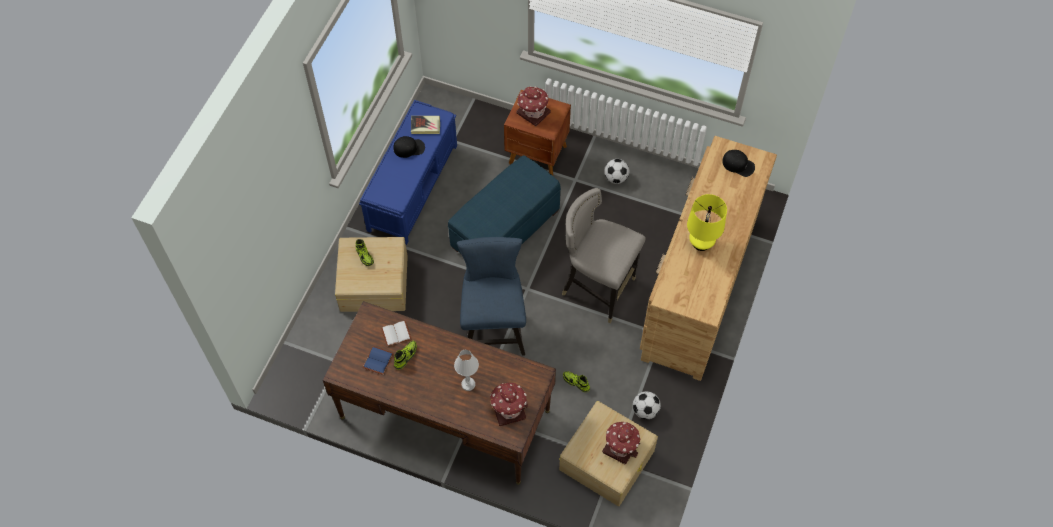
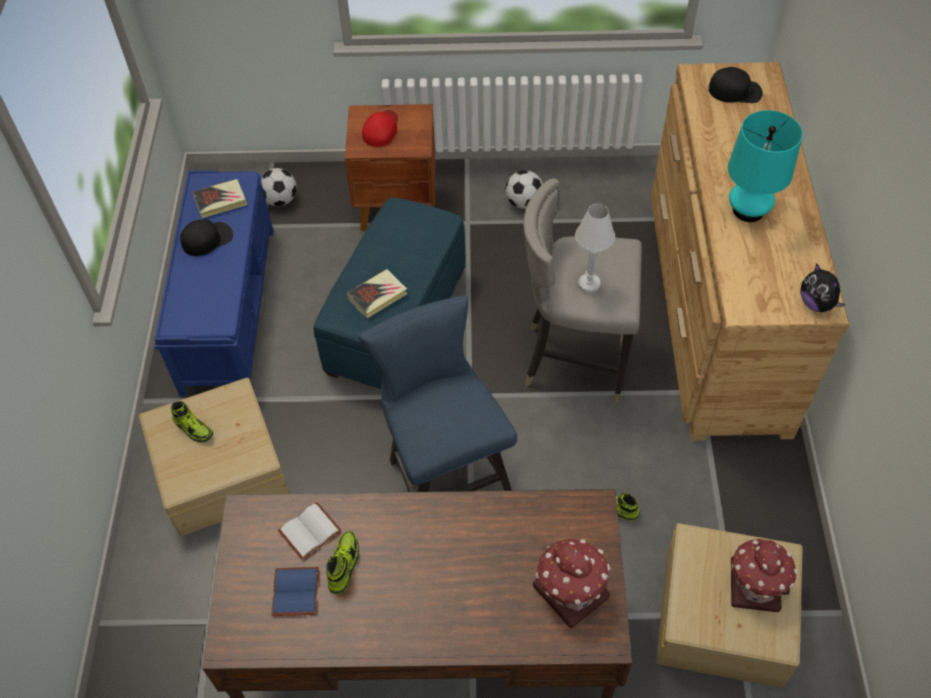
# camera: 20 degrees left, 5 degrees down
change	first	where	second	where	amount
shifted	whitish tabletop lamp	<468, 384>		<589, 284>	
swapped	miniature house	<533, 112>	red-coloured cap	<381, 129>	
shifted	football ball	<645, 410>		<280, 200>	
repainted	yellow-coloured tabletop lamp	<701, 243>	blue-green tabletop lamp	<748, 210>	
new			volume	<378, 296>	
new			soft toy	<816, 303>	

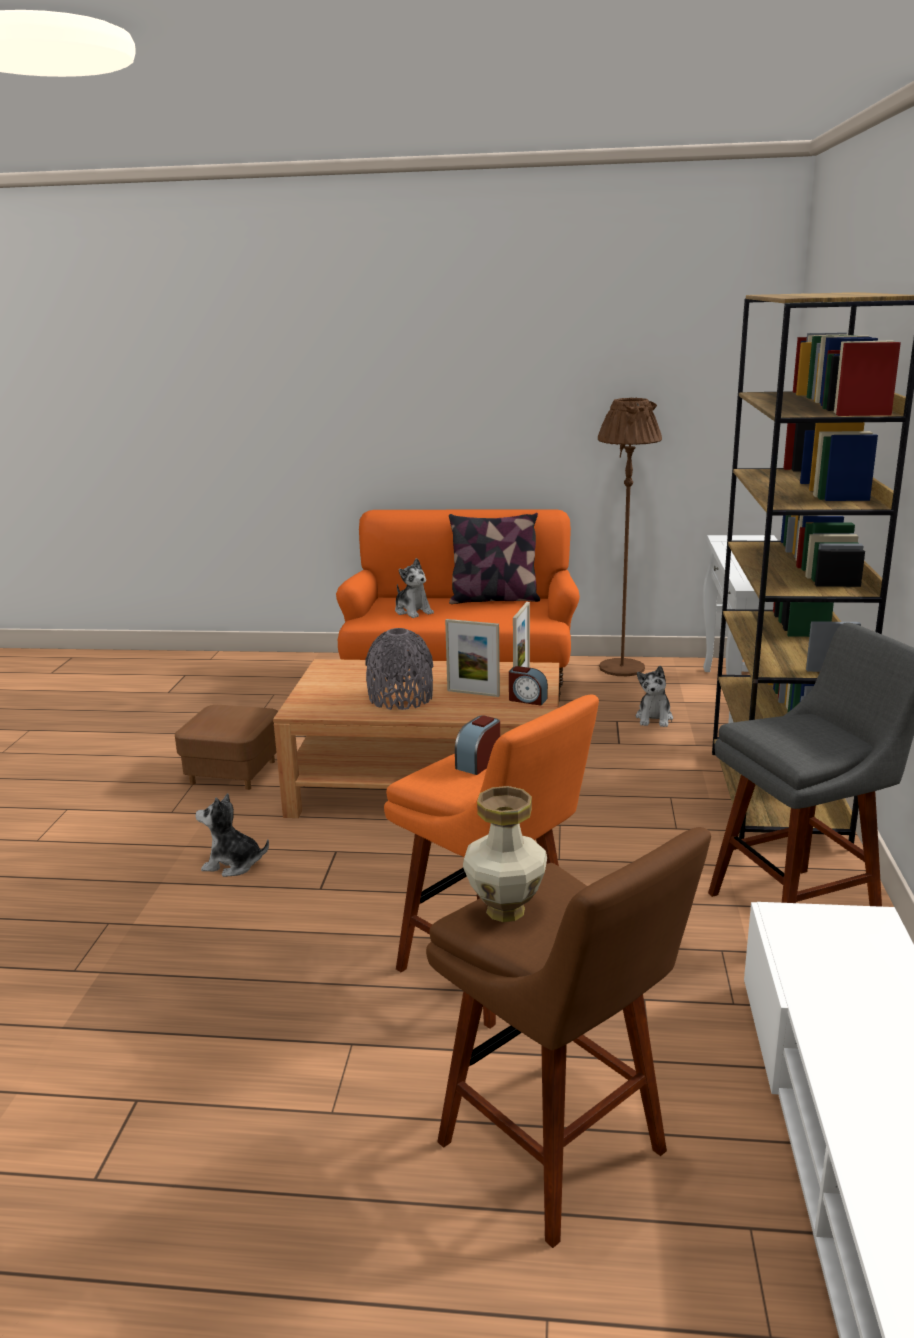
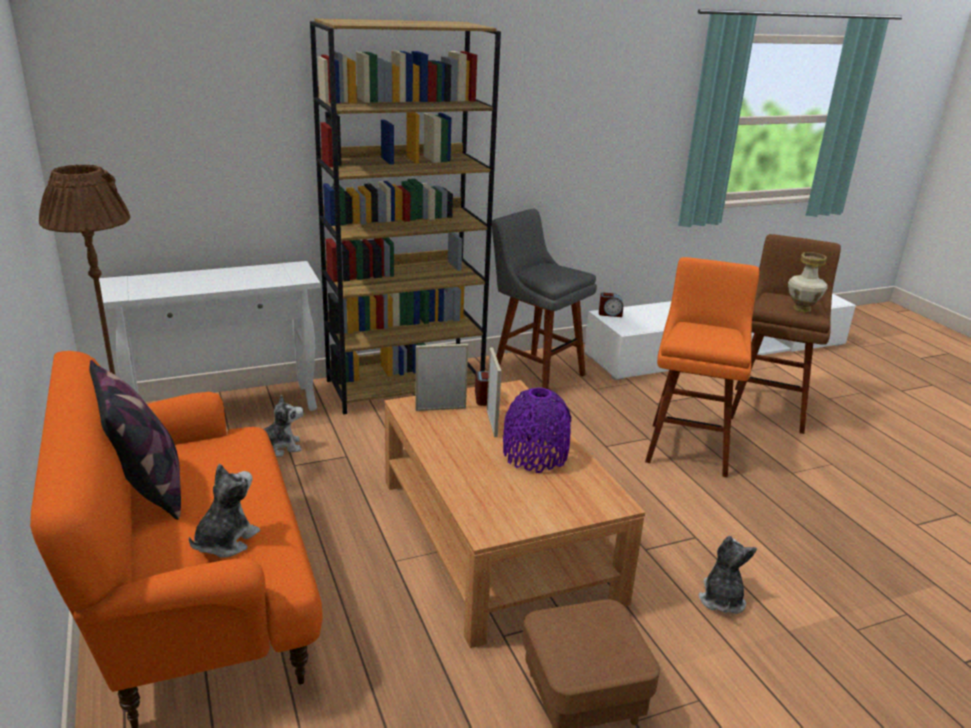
# camera: 120 degrees left, 5 degrees up
change	first	where	second	where	amount
rotated	soft toy	<233, 864>		<721, 599>	150 degrees counterclockwise
repainted	gray decorative vase	<400, 698>	purplish decorative vase	<535, 455>	
shifted	alarm clock	<478, 762>		<610, 314>	

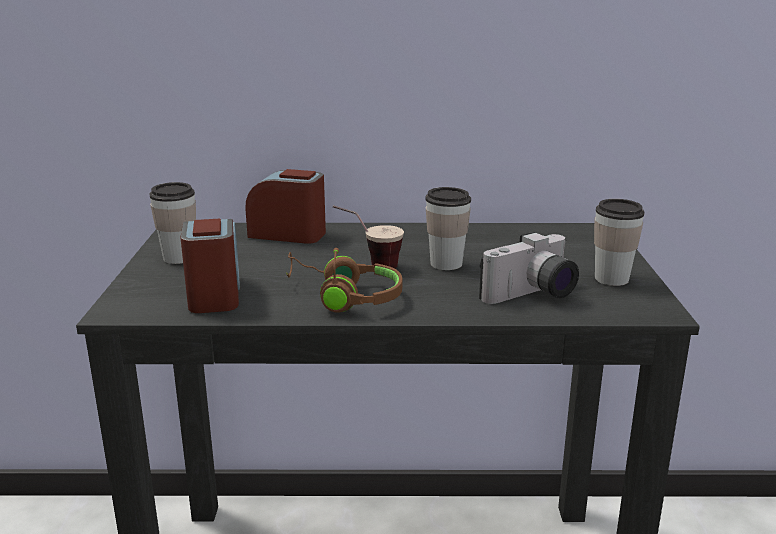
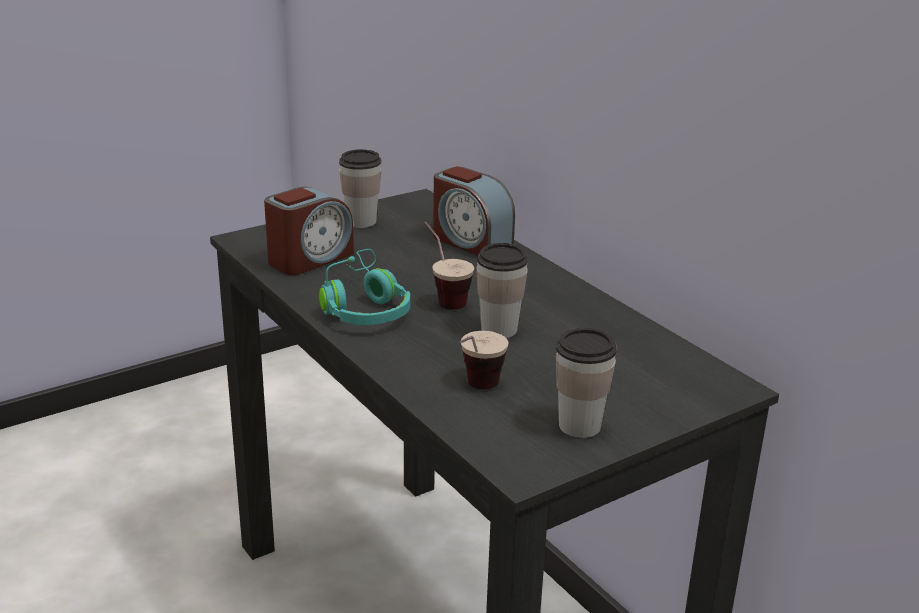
# camera: 55 degrees right, 5 degrees up
change	first	where	second	where	amount
rotated	alarm clock	<288, 234>		<470, 241>	150 degrees clockwise
repainted	brown pair of headphones	<343, 297>	blue-green pair of headphones	<364, 307>	
swapped	still camera	<532, 295>	drinking cup	<475, 391>	

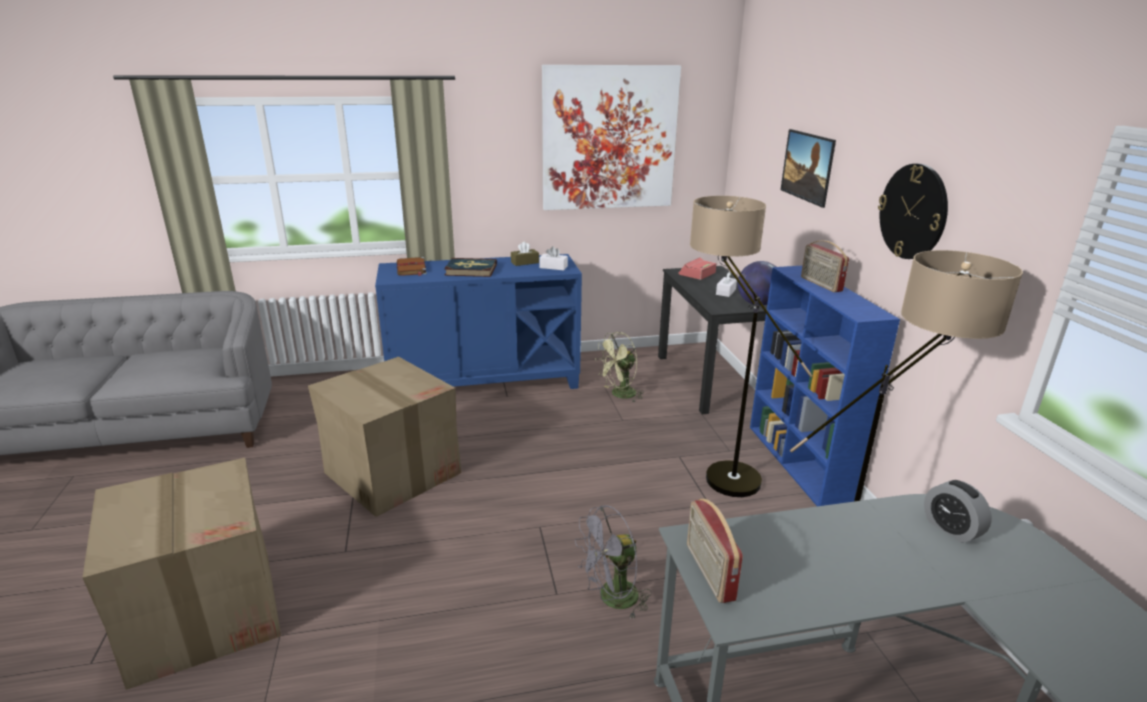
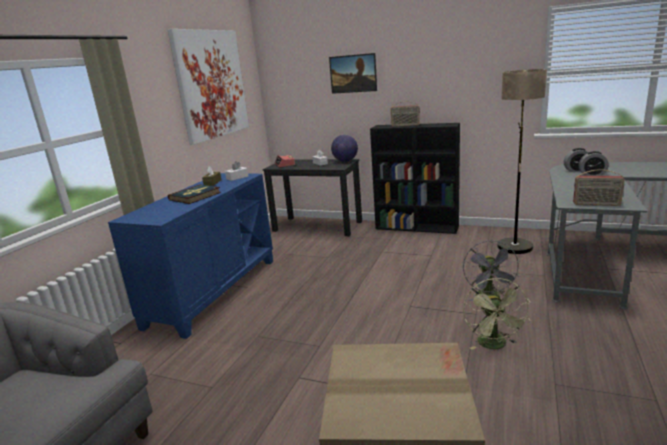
# camera: 55 degrees left, 5 degrees down
change	first	where	second	where	amount
gone	cardboard box	<392, 472>			
gone	brown volume	<411, 269>			
shifted	green cooling fan	<619, 395>		<495, 345>	
gone	floor lamp	<715, 470>			
repainted	blue-coloured shelving unit	<799, 463>	black shelving unit	<417, 227>	
gone	wall clock	<913, 211>			
new			alarm clock	<592, 174>	

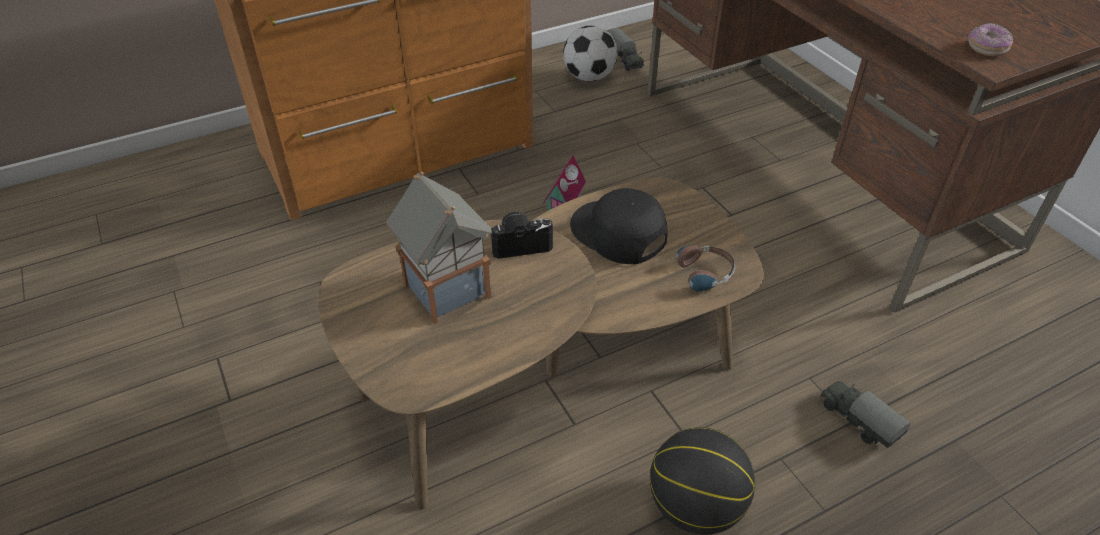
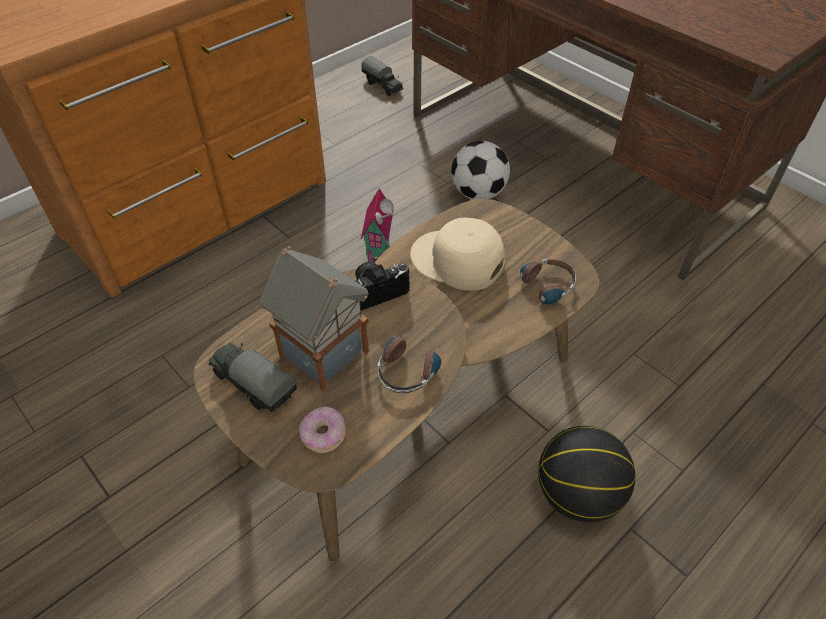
# camera: 15 degrees left, 5 degrees up
change	first	where	second	where	amount
shifted	football ball	<589, 77>		<478, 193>	
repainted	black cap	<617, 233>	beige cap	<457, 261>	
shifted	model truck	<857, 421>		<253, 385>	
shifted	donut	<986, 48>		<323, 435>	
new			pair of headphones	<411, 365>	

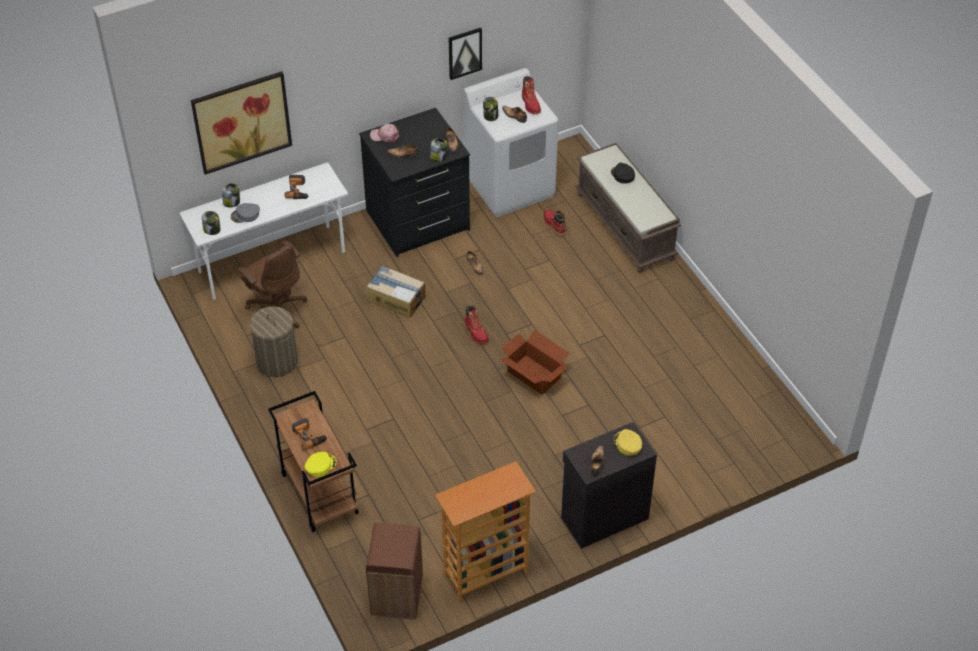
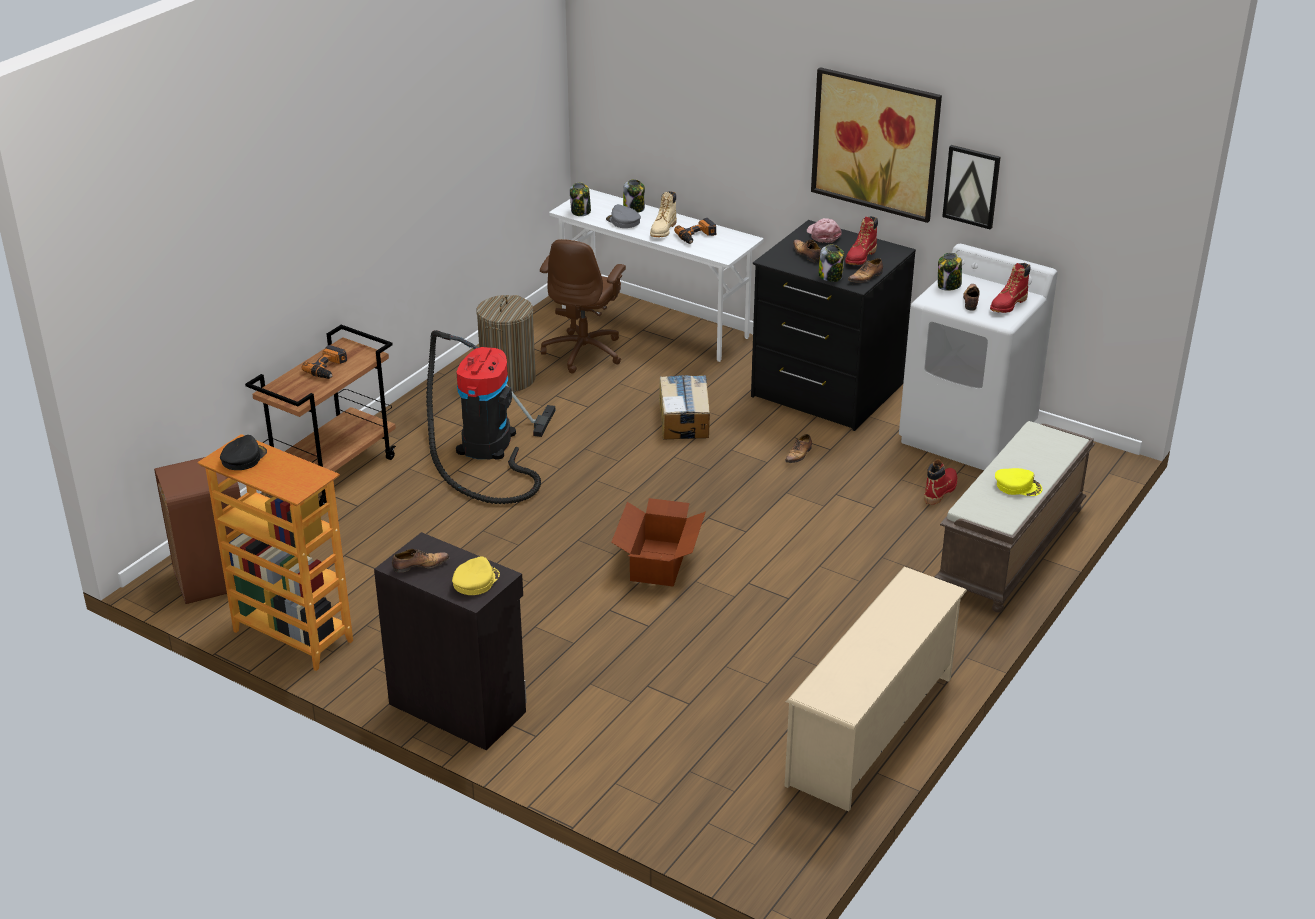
# camera: 60 degrees right, 15 degrees down
change	first	where	second	where	amount
shifted	wall picture	<241, 121>		<875, 143>	
shifted	yellow-coloured cap	<320, 465>		<1018, 486>	
shifted	red-coloured high-top boot	<476, 333>		<860, 257>	
shifted	black cap	<622, 175>		<243, 458>	
new			vacuum	<486, 448>	
new			beige high-top boot	<663, 230>	
new			beige shoe shelf	<873, 731>	

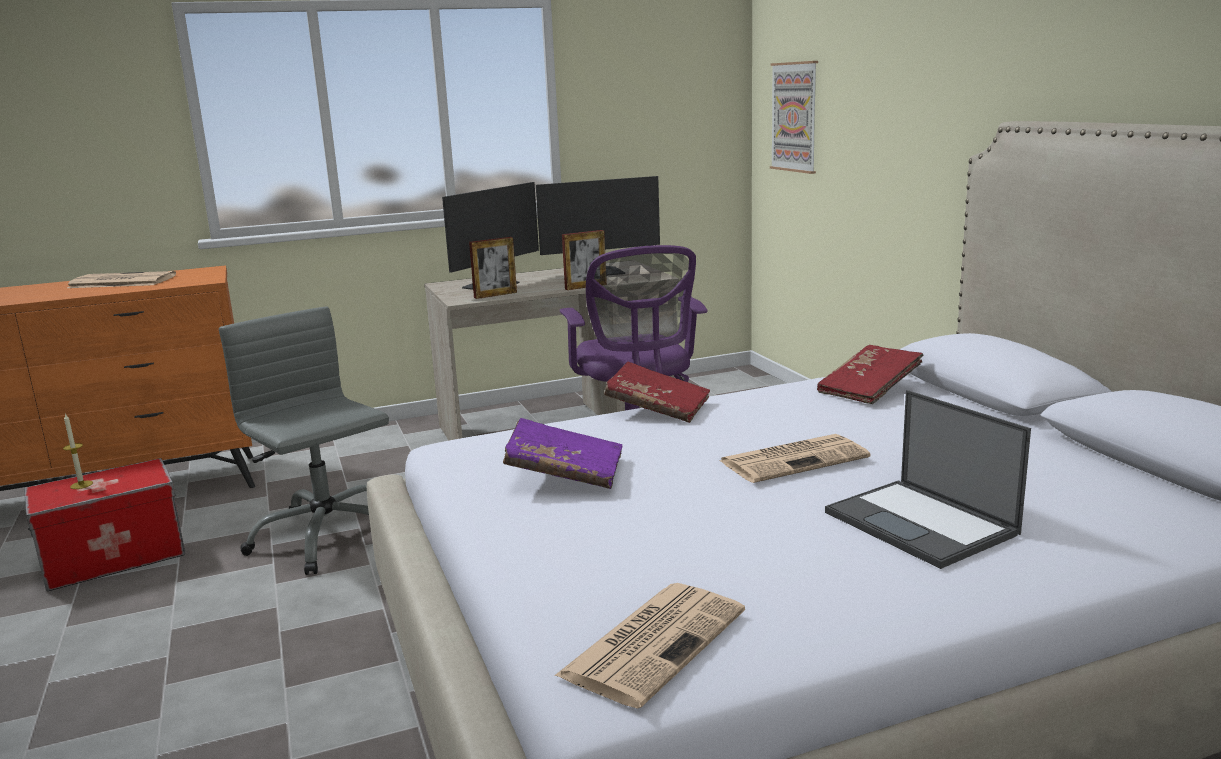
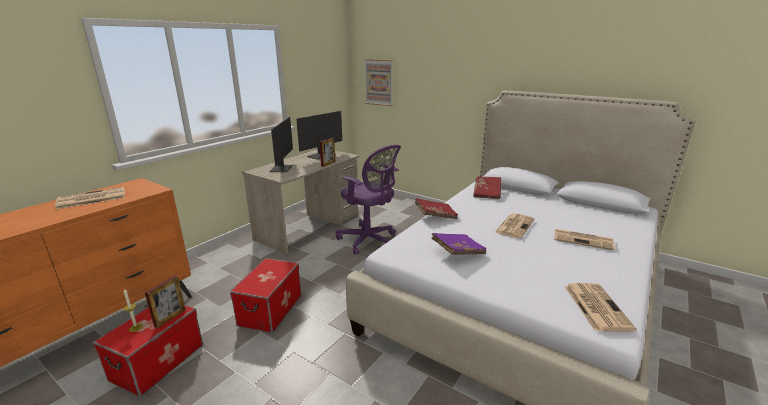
# camera: 35 degrees left, 5 degrees up
change	first	where	second	where	amount
swapped	gray desk chair	<326, 536>	storage box	<270, 309>	
shifted	photo frame	<495, 295>		<170, 318>	
swapped	notebook computer	<922, 523>	printed paper	<583, 240>	

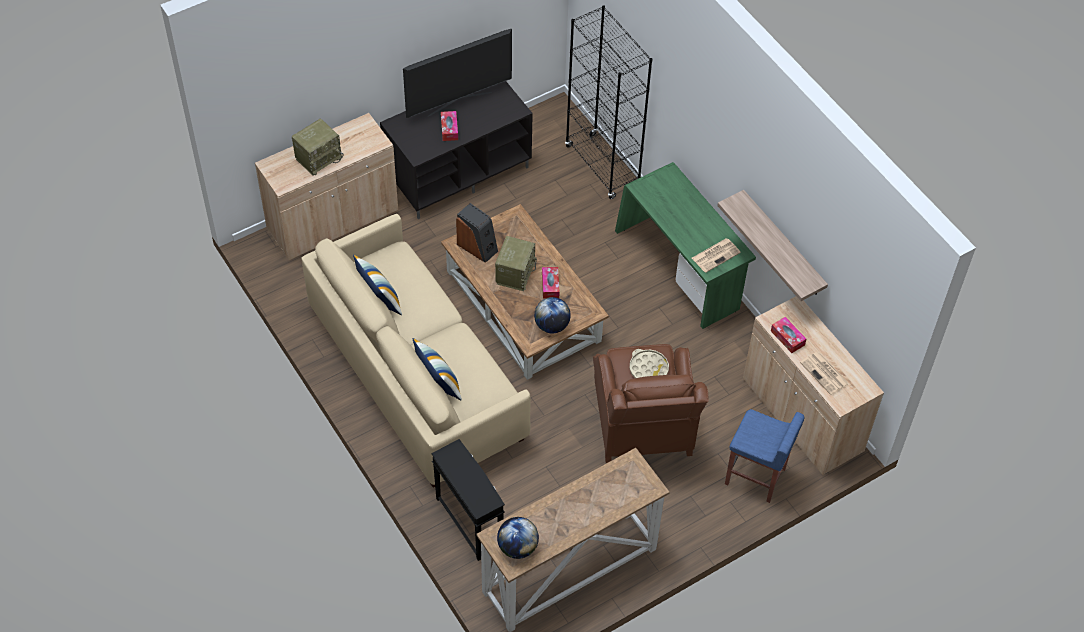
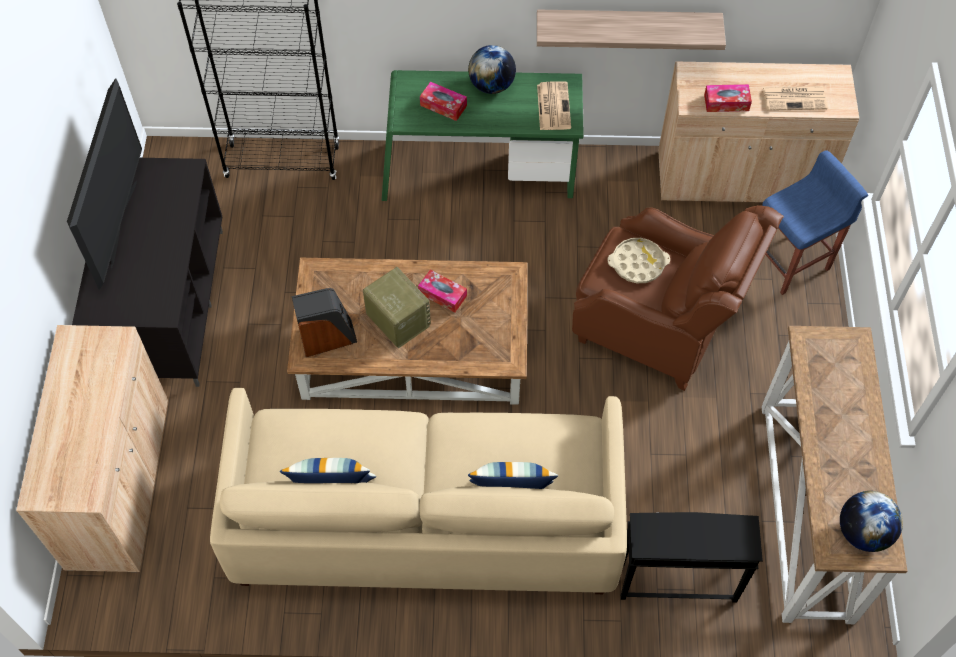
# camera: 55 degrees left, 5 degrees up
change	first	where	second	where	amount
gone	radio	<318, 158>			
shifted	tissue holder	<449, 129>		<443, 105>	
shifted	desk globe	<552, 325>		<491, 85>	

